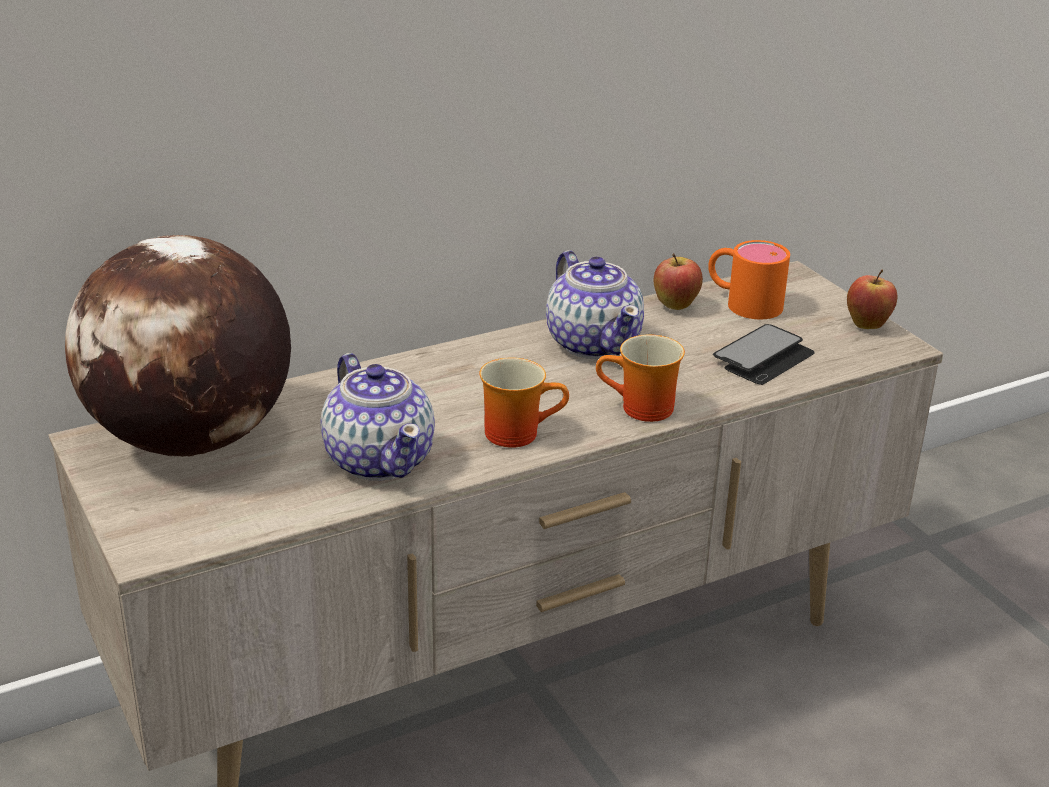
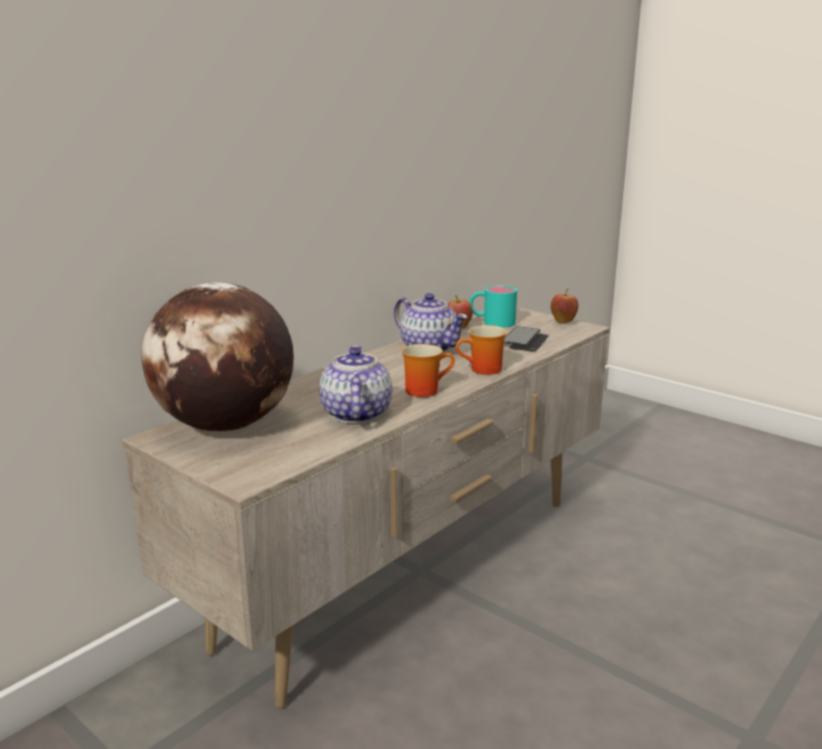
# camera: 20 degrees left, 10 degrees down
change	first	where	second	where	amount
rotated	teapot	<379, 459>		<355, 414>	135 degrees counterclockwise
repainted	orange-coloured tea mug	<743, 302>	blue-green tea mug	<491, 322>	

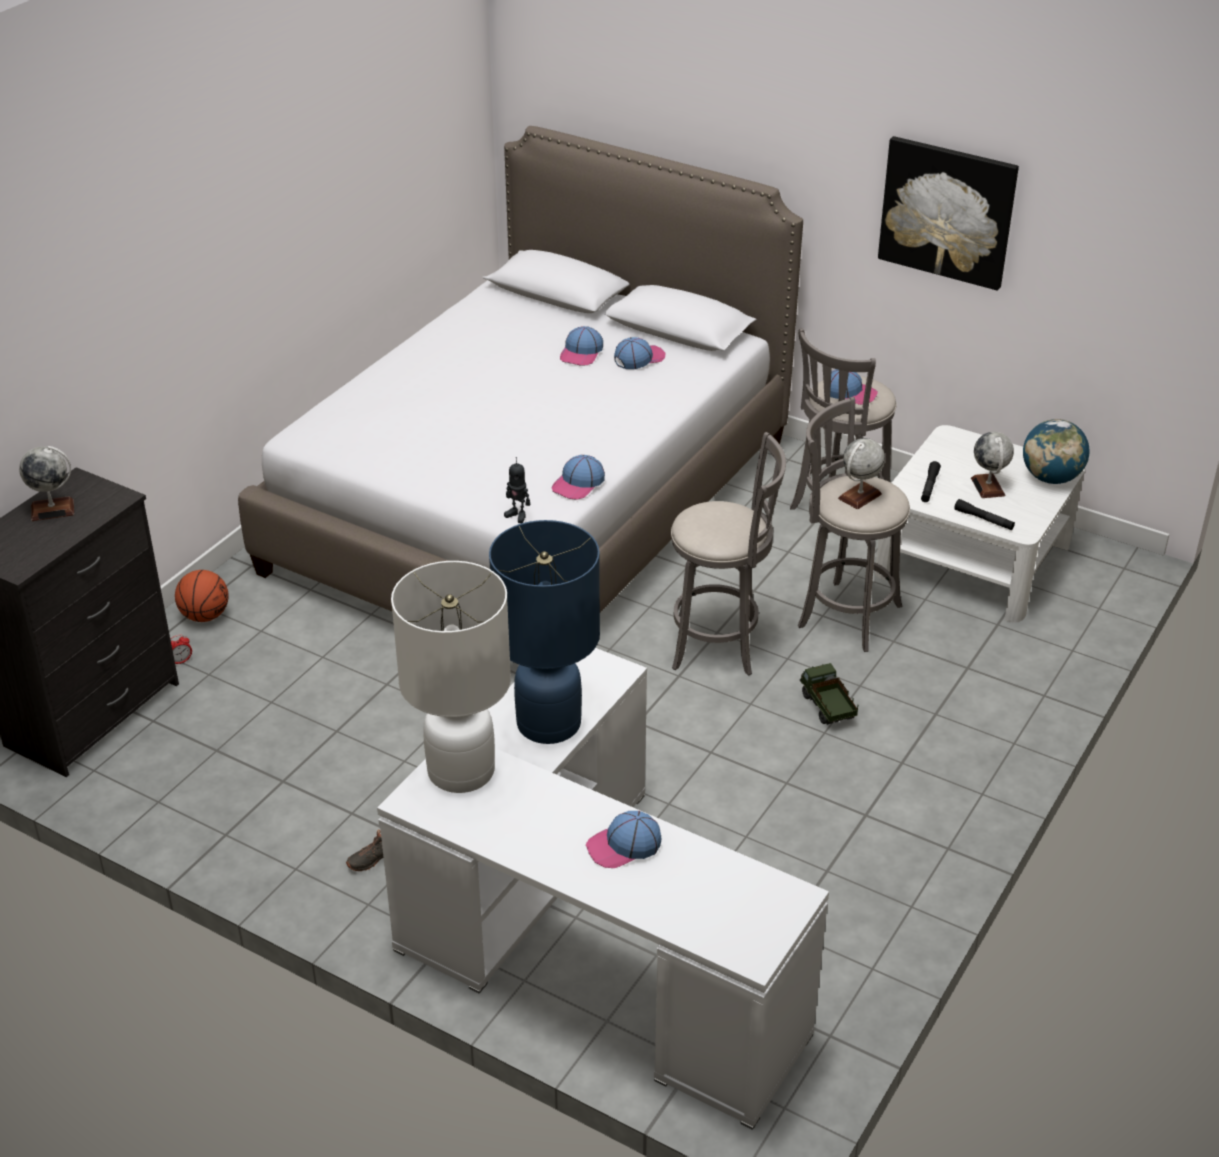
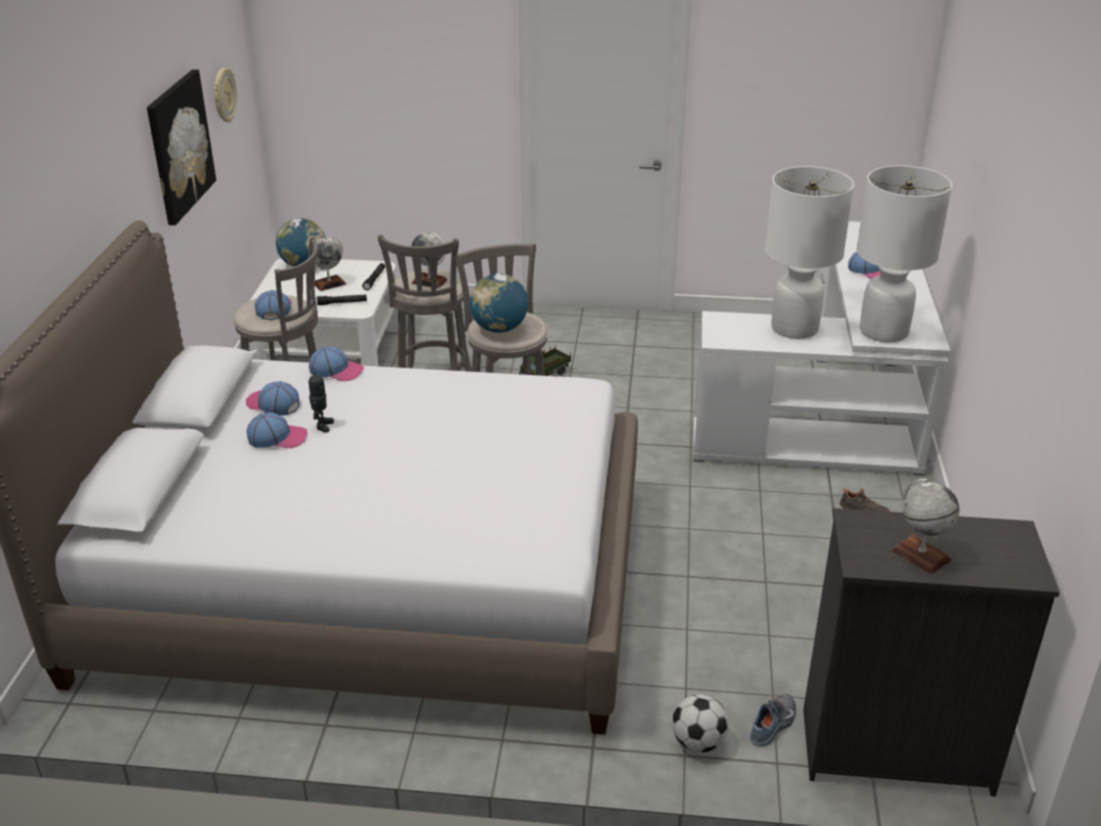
# camera: 115 degrees left, 5 degrees down
change	first	where	second	where	amount
swapped	alarm clock	<181, 661>	item of footwear	<774, 725>	
swapped	ball for basketball	<204, 616>	football ball	<698, 742>	
repainted	blue-coloured tabletop lamp	<548, 724>	whitish tabletop lamp	<795, 328>	
shifted	robot figure	<517, 515>		<322, 426>	
shifted	cap	<578, 484>		<336, 370>	
new			wall clock	<223, 95>	
new			desk globe	<499, 329>	

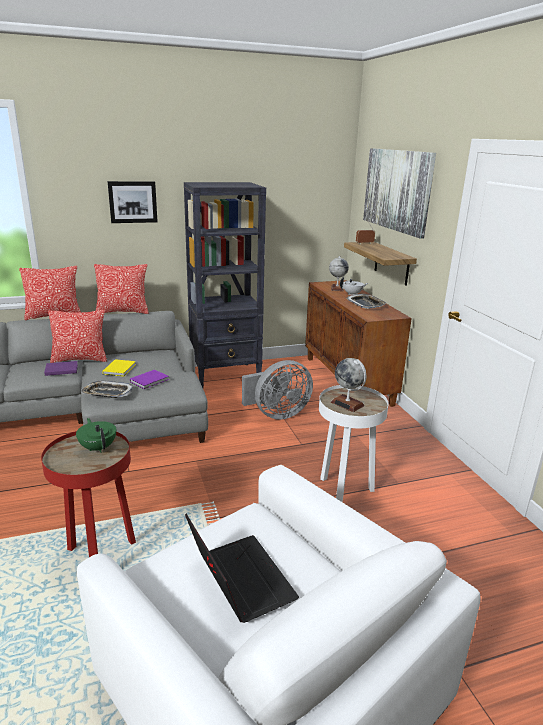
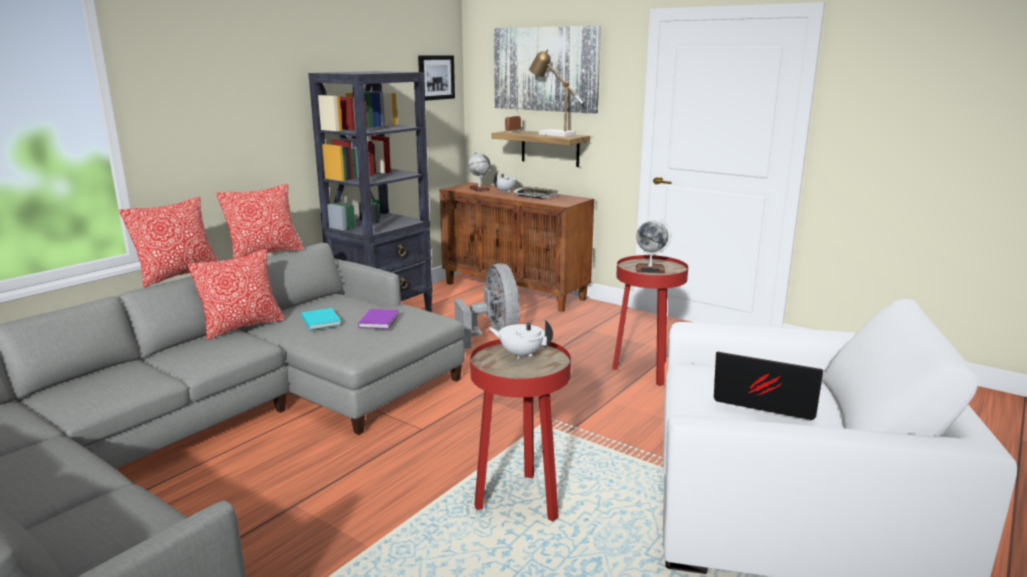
# camera: 35 degrees left, 5 degrees down
change	first	where	second	where	amount
gone	purplish volume	<60, 369>			
repainted	green teapot	<98, 447>	whitish teapot	<521, 354>	
gone	tray	<107, 393>			
repainted	yellow-coloured volume	<120, 369>	blue-green volume	<321, 320>	
shifted	wall picture	<132, 202>		<435, 77>	
rotated	gray cooling fan	<277, 414>		<493, 335>	45 degrees counterclockwise
repainted	whitish side table	<344, 493>	red-coloured side table	<645, 372>	
new			tabletop lamp	<552, 134>	

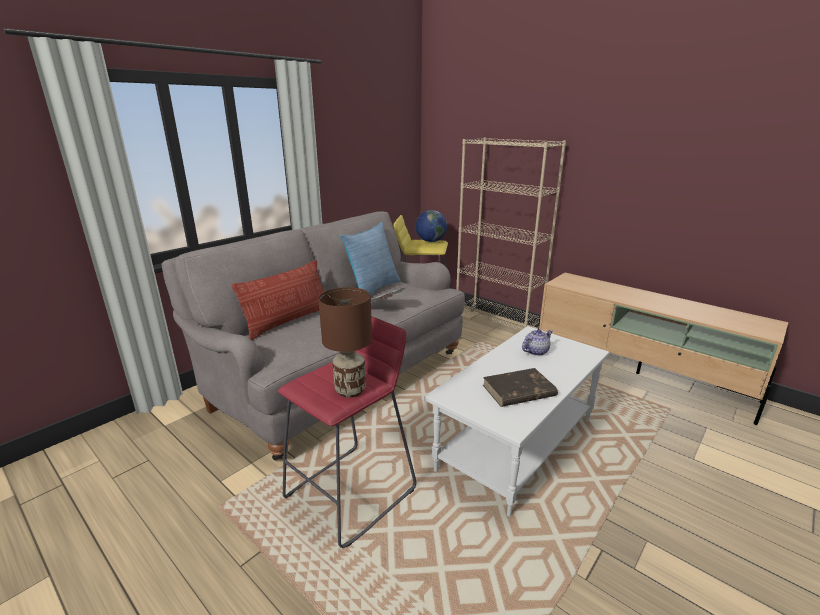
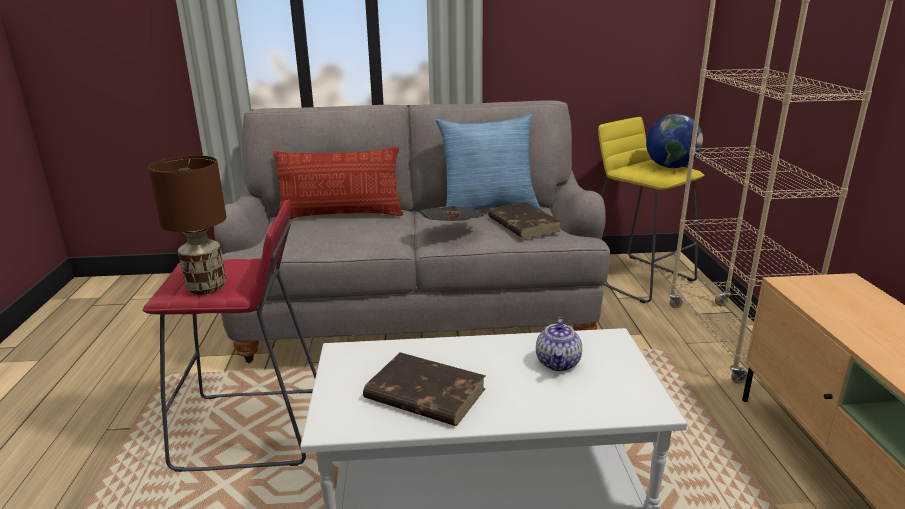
# camera: 45 degrees right, 0 degrees up
change	first	where	second	where	amount
rotated	teapot	<535, 351>		<558, 363>	90 degrees clockwise
new			brown volume	<523, 224>	

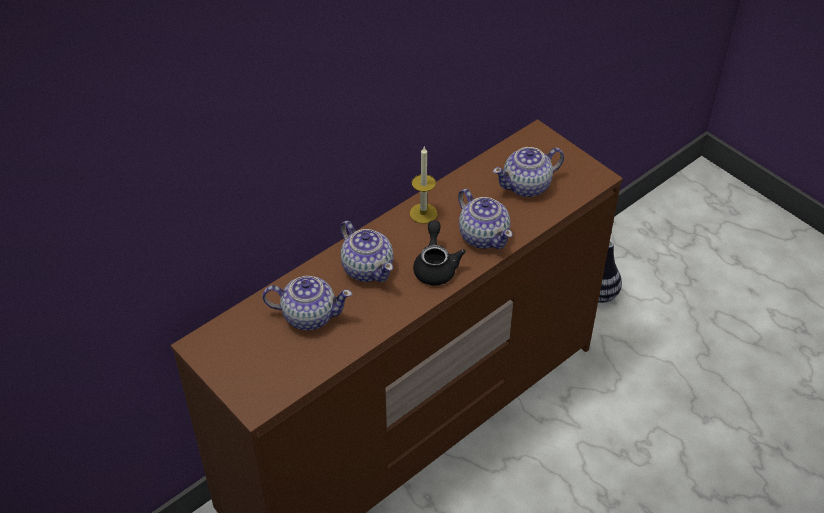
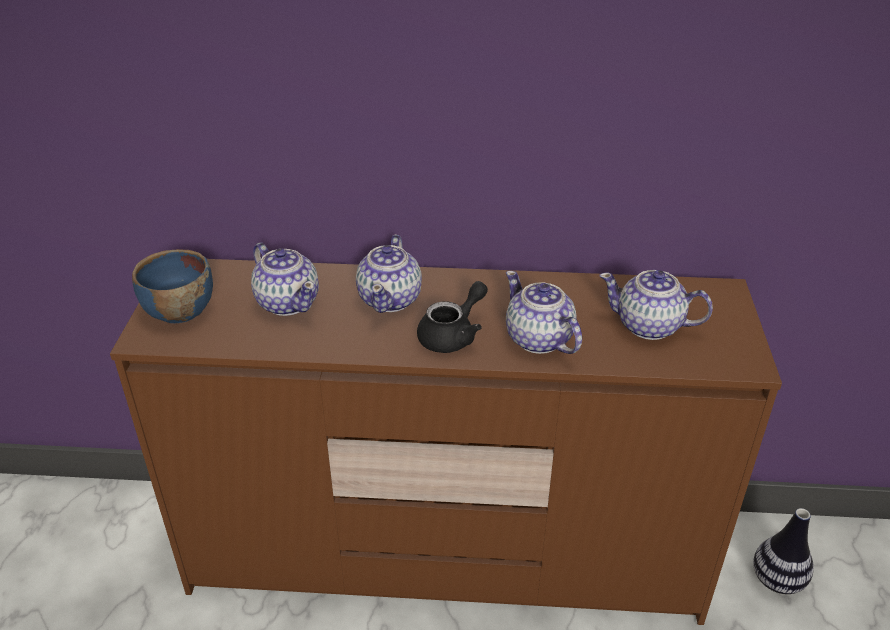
# camera: 45 degrees right, 10 degrees down
change	first	where	second	where	amount
gone	wax light	<423, 213>			
rotated	teapot	<483, 236>		<539, 340>	135 degrees clockwise
new			blue-coloured bowl	<179, 311>	

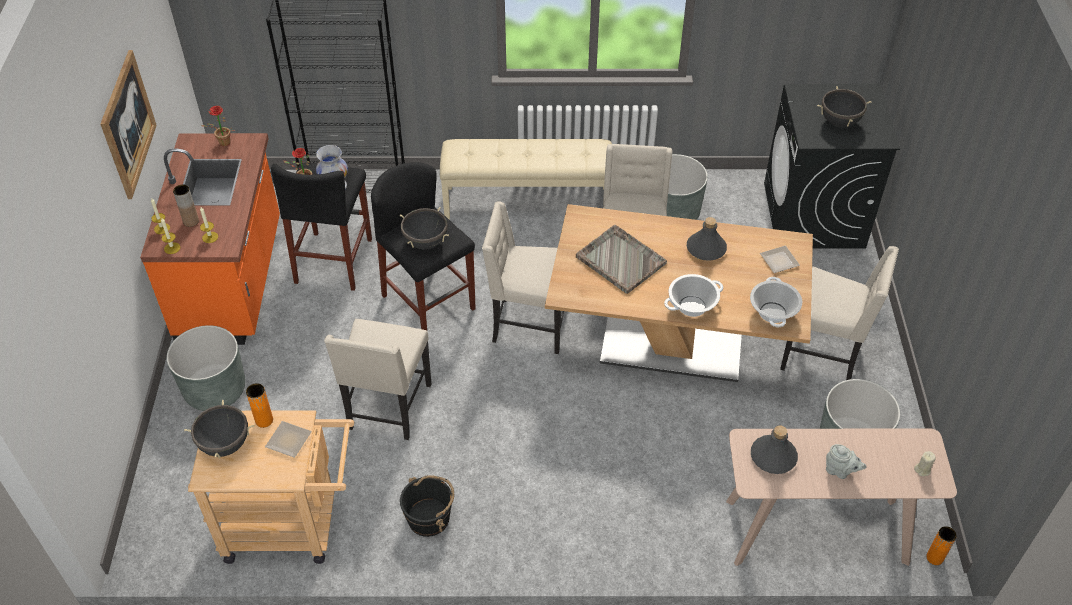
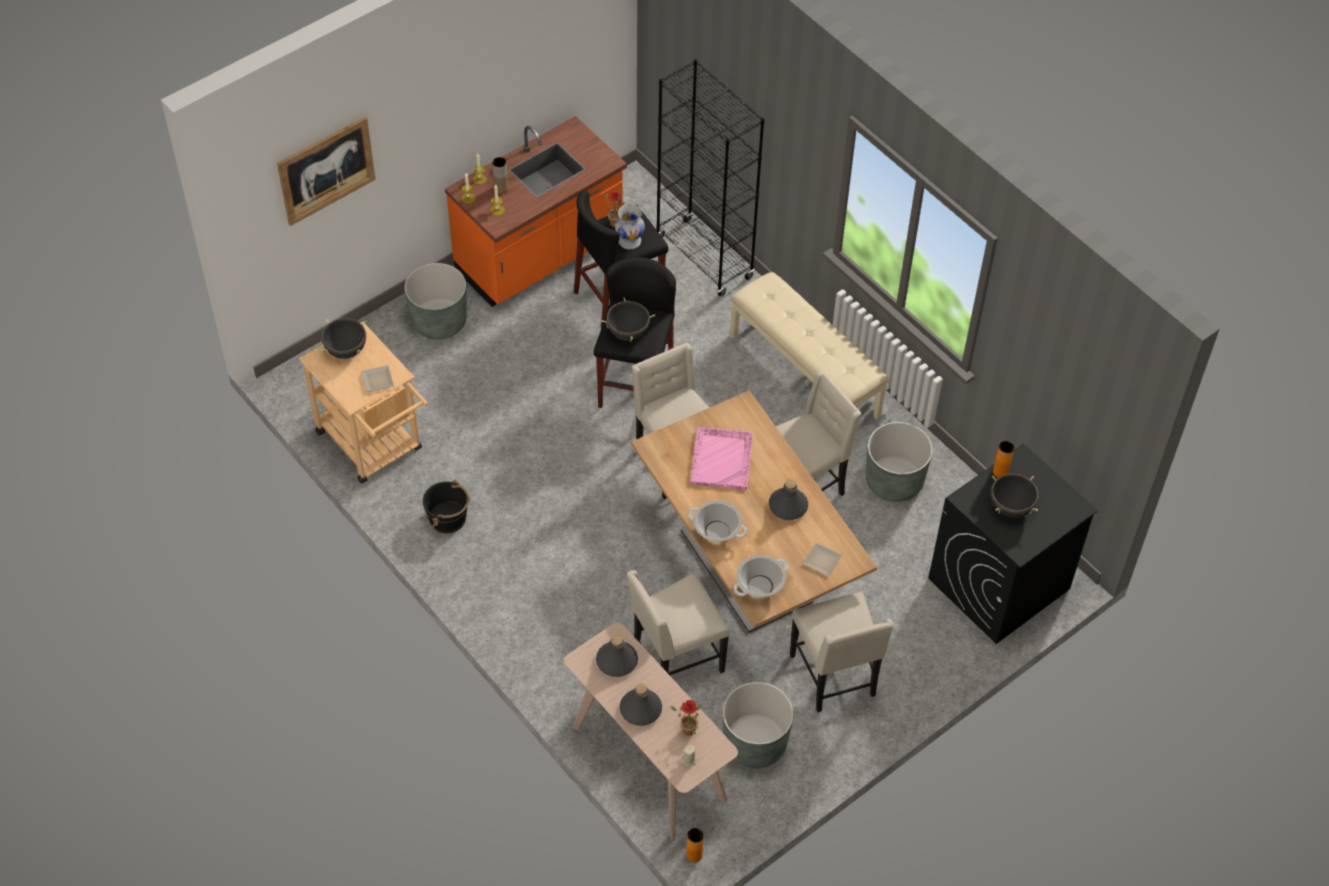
# camera: 50 degrees right, 5 degrees up
change	first	where	second	where	amount
shifted	wall picture	<128, 124>		<326, 170>	
shifted	potted plant	<223, 144>		<686, 730>	
shifted	orange-coloured decorative vase	<264, 420>		<1000, 472>	
shifted	beige chair	<388, 408>		<675, 660>	
repainted	gray tray	<620, 260>	pinkish tray	<721, 459>	
swapped	gray teapot	<840, 471>	gray bottle	<640, 709>	

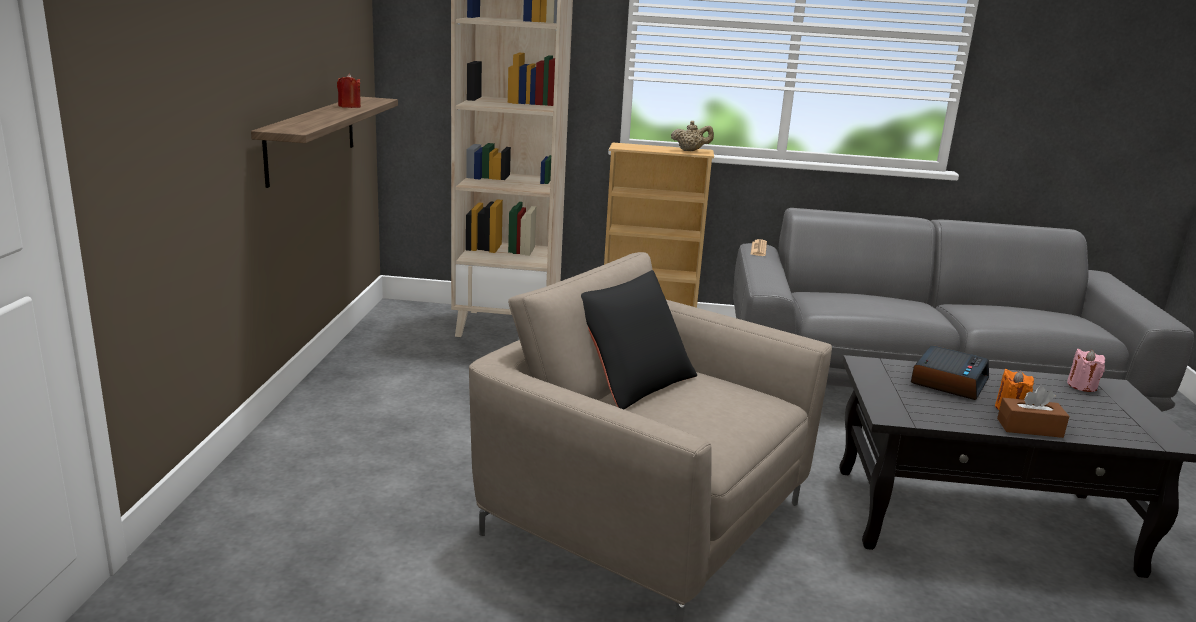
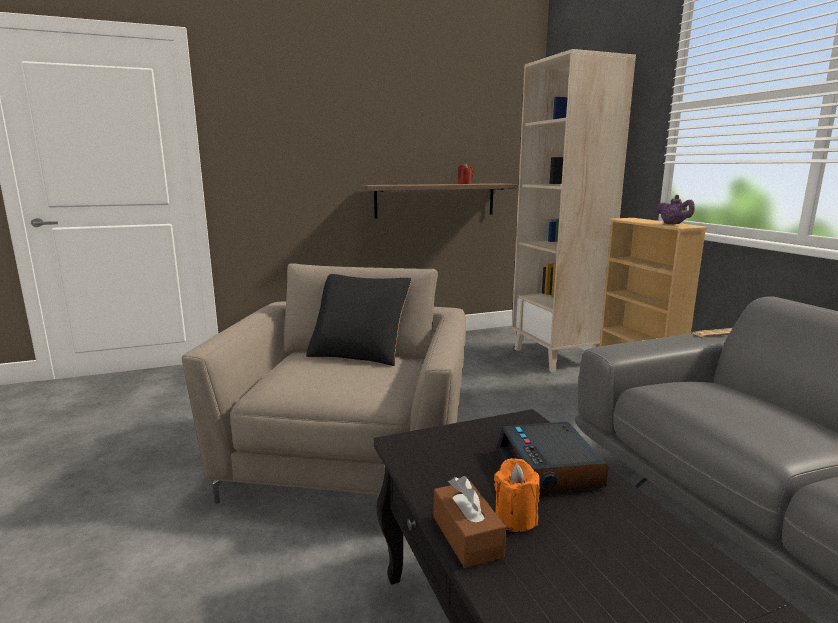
# camera: 65 degrees right, 5 degrees down
change	first	where	second	where	amount
repainted	beige teapot	<690, 151>	purplish teapot	<673, 224>	
rotated	alarm clock	<948, 381>		<549, 469>	75 degrees clockwise
gone	pinkish wax light	<1082, 386>			

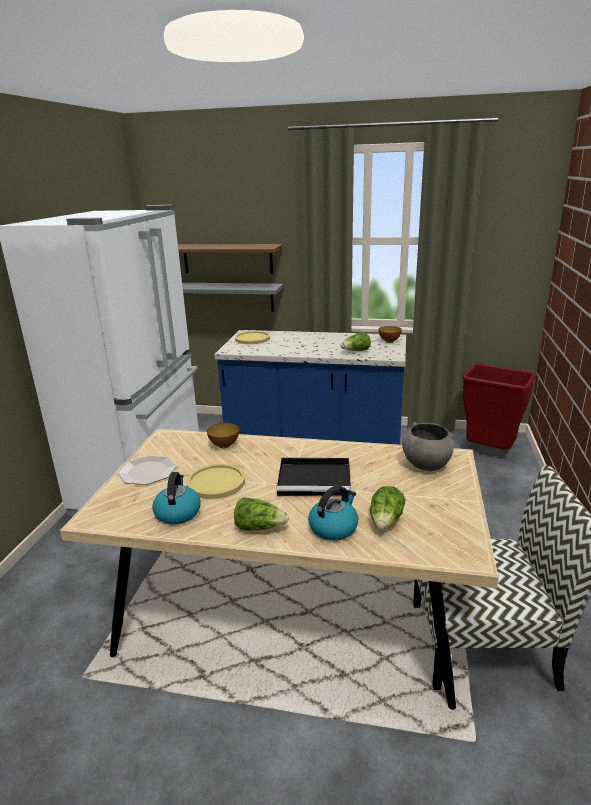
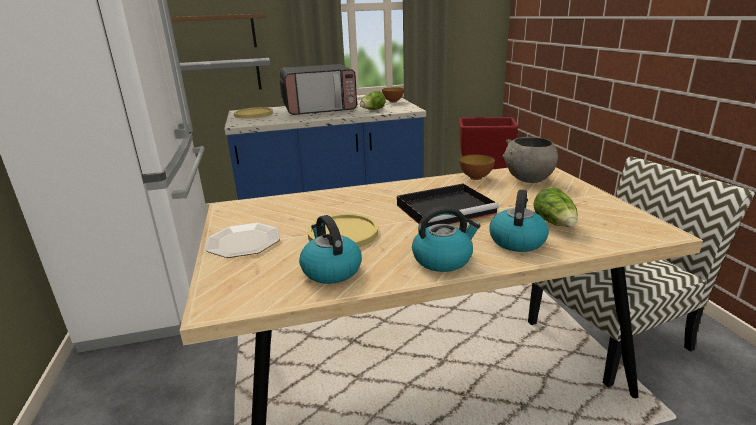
# camera: 25 degrees left, 0 degrees up
change	first	where	second	where	amount
shifted	bowl	<224, 445>		<476, 178>	
swapped	head of lettuce	<259, 527>	water kettle	<443, 259>	
new			microwave	<320, 109>	

